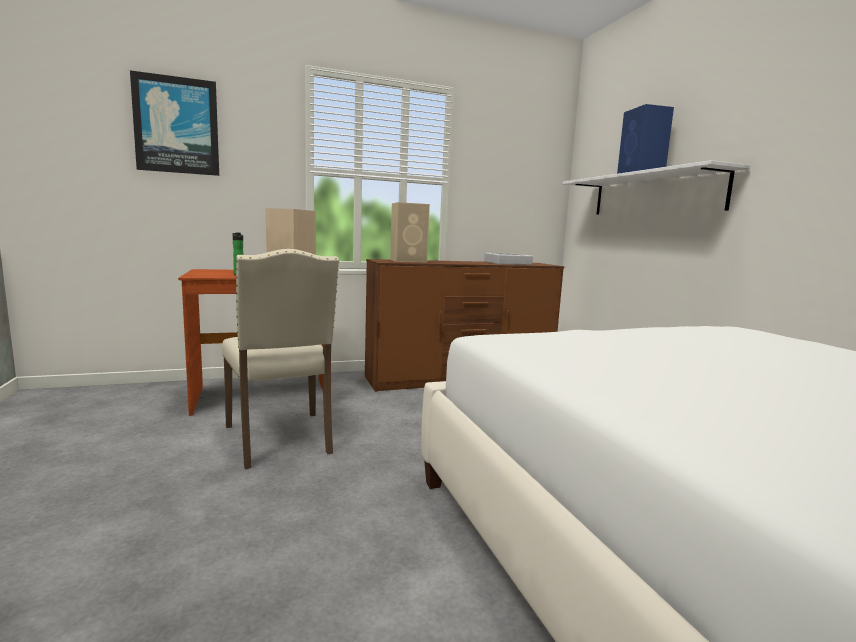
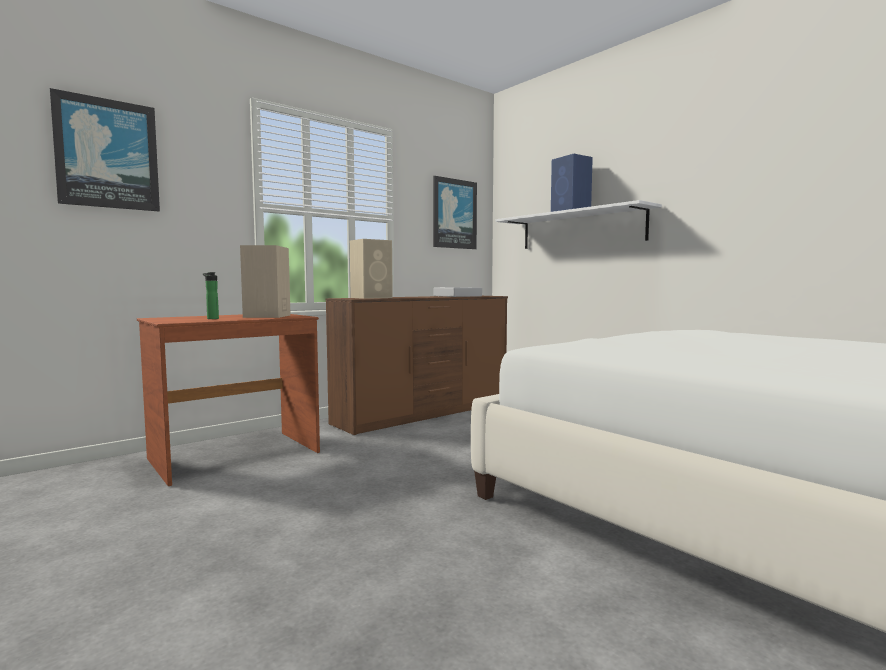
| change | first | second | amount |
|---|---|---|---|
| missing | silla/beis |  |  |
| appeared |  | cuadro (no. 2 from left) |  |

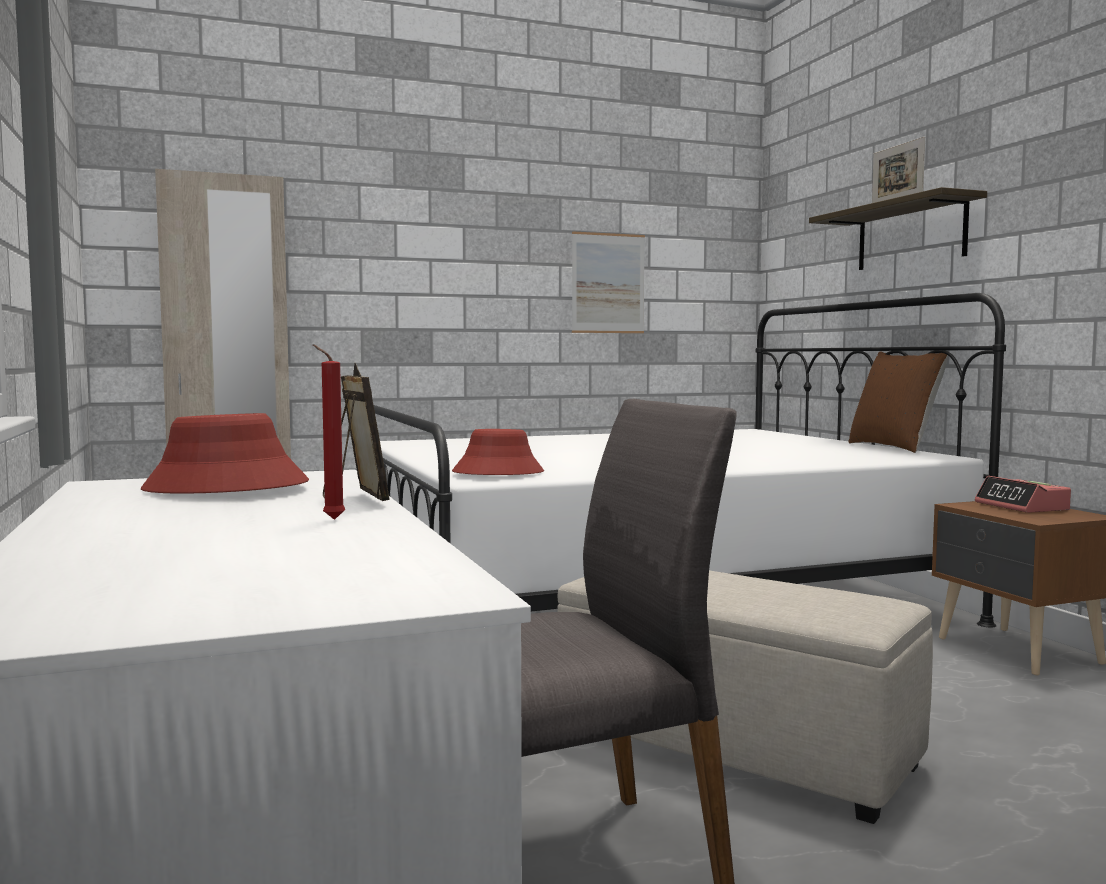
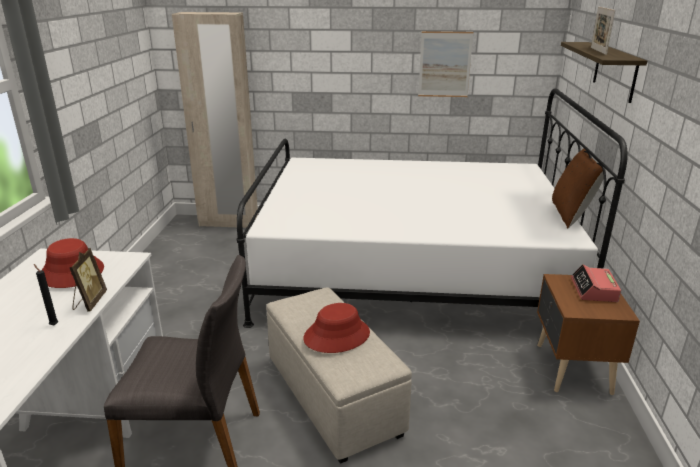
| change | first | second | amount |
|---|---|---|---|
| colour | vela/rojo | vela/negro |  |
| relocated | sombrero/rojo (no. 2 from left) |  |  |

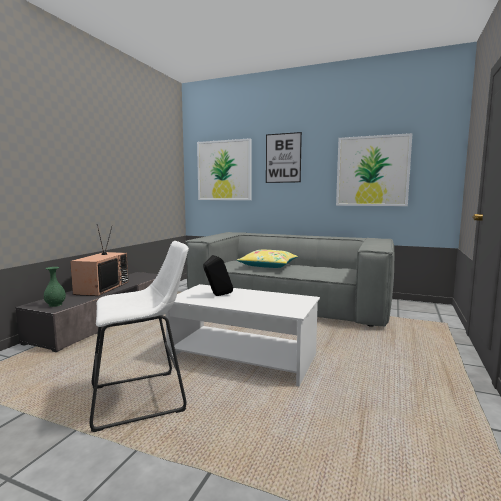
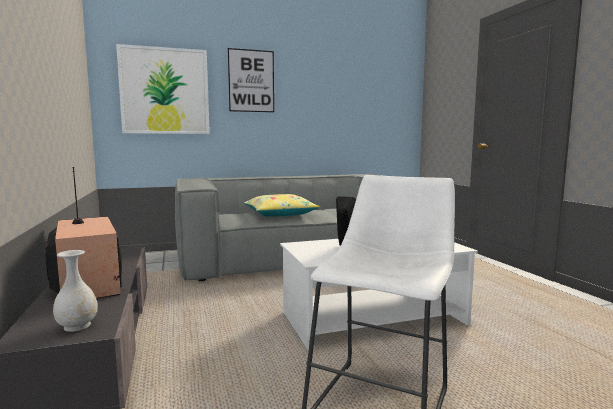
| change | first | second | amount |
|---|---|---|---|
| colour | florero/verde | florero/blanco |  |
| missing | cuadro (no. 3 from left) |  |  |

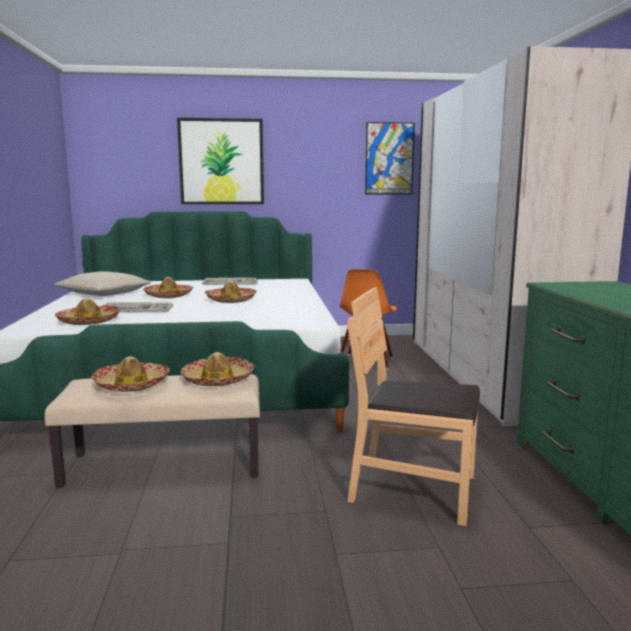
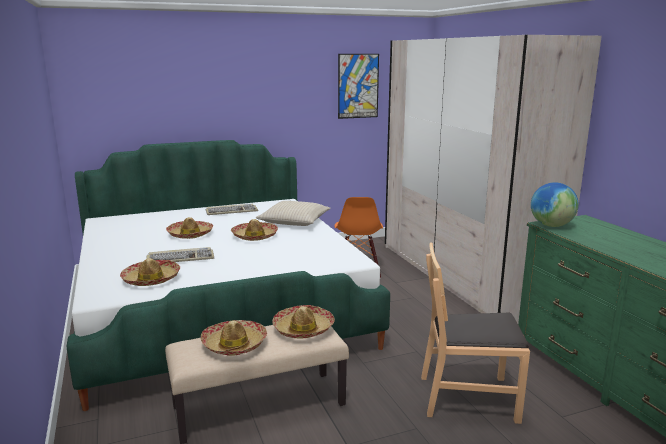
| change | first | second | amount |
|---|---|---|---|
| relocated | cojín/beis |  |  |
| missing | cuadro (no. 1 from left) |  |  |
| appeared |  | globo terráqueo |  |

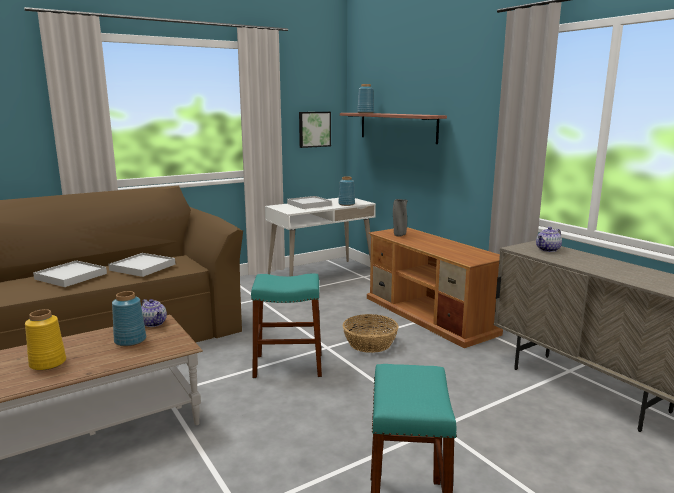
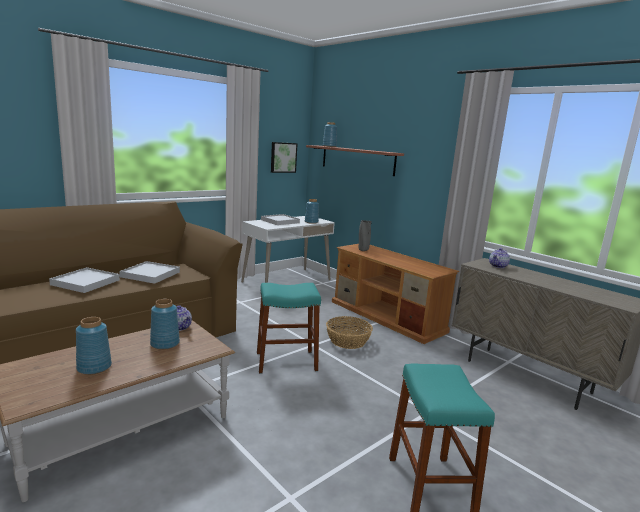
| change | first | second | amount |
|---|---|---|---|
| colour | florero/amarillo | florero/azul (no. 1 from left) |  |

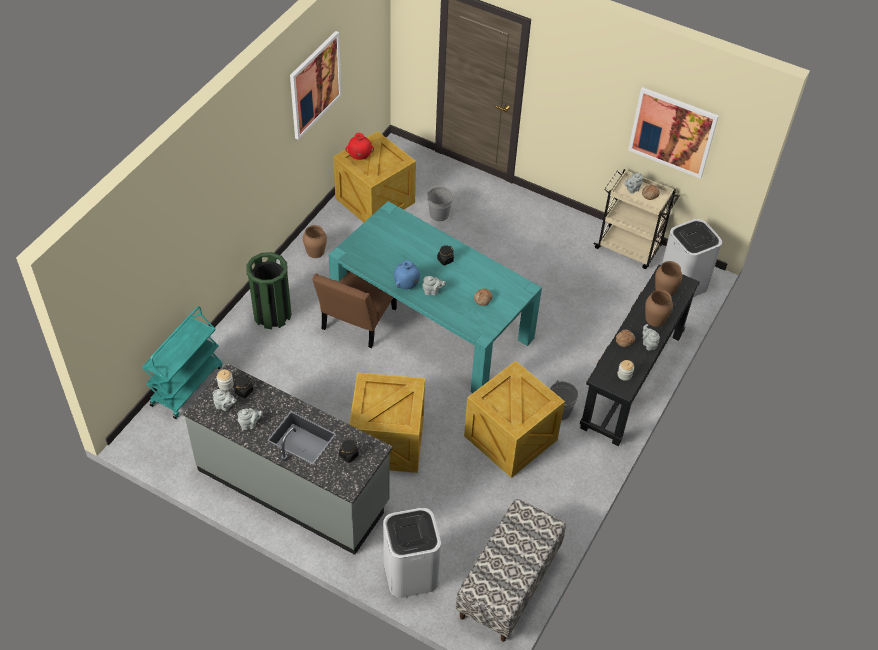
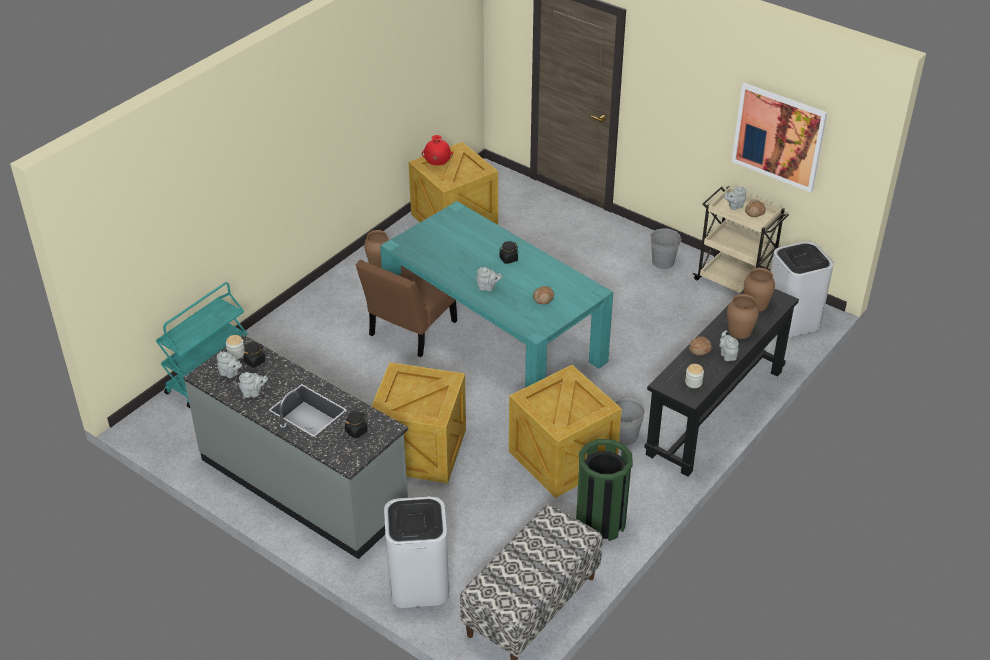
| change | first | second | amount |
|---|---|---|---|
| relocated | papelera/verde |  |  |
| missing | cuadro (no. 1 from left) |  |  |
| missing | florero/azul |  |  |
| relocated | cubo/gris (no. 1 from left in the first image) | cubo/gris (no. 2 from left) |  |

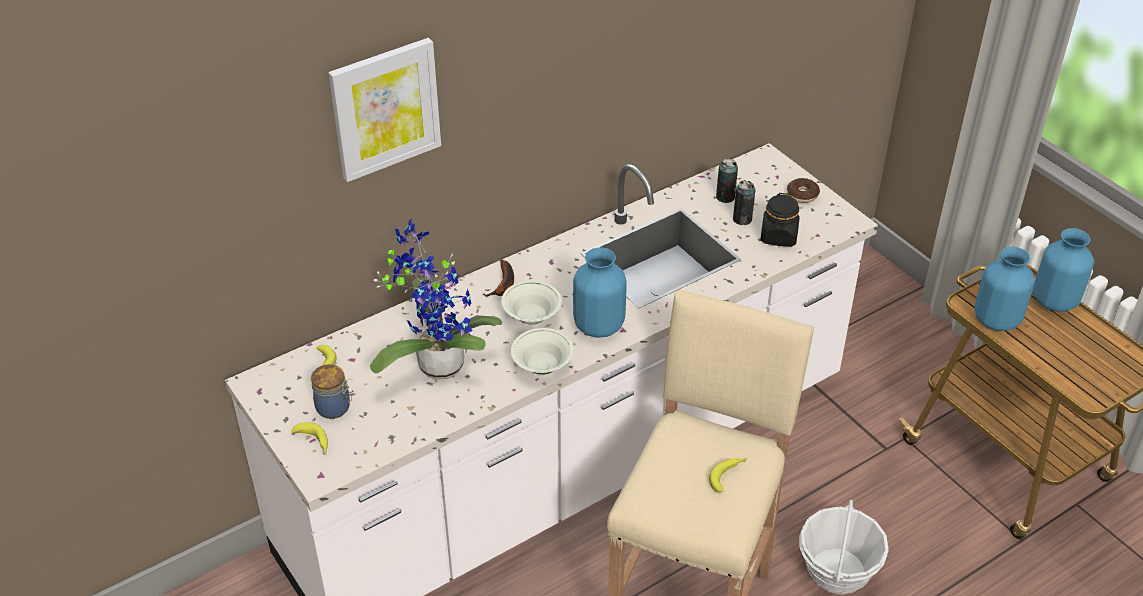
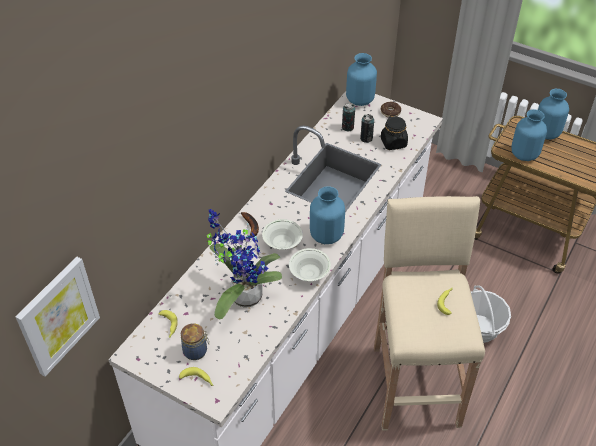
| change | first | second | amount |
|---|---|---|---|
| relocated | cuadro |  |  |
| appeared |  | florero/azul (no. 2 from left) |  |

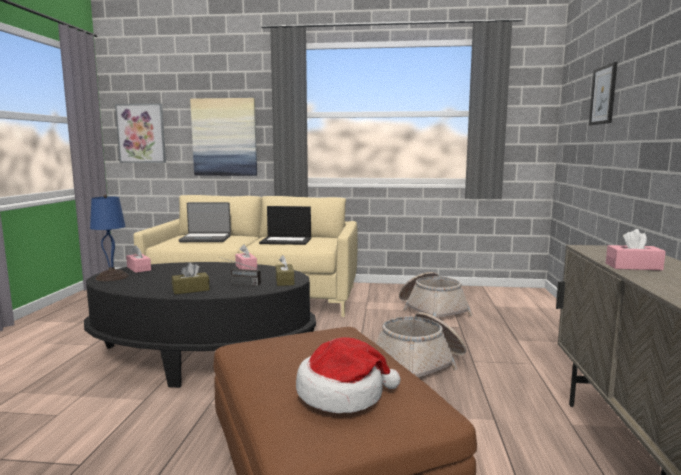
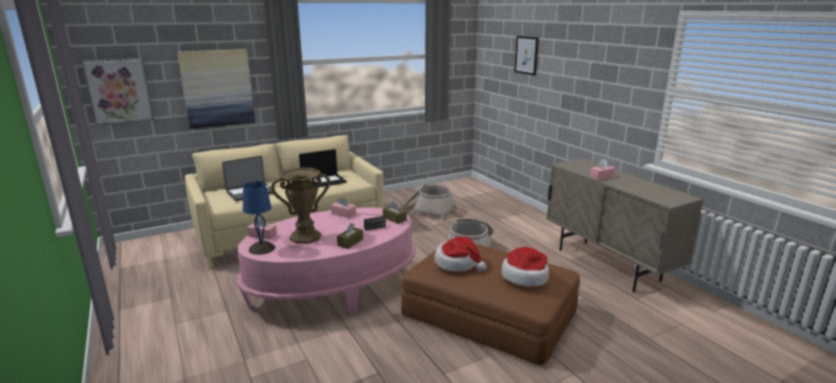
| change | first | second | amount |
|---|---|---|---|
| colour | mesa de centro/negro | mesa de centro/rosa |  |
| appeared |  | florero/marrón |  |
| appeared |  | sombrero (no. 1 from left) |  |

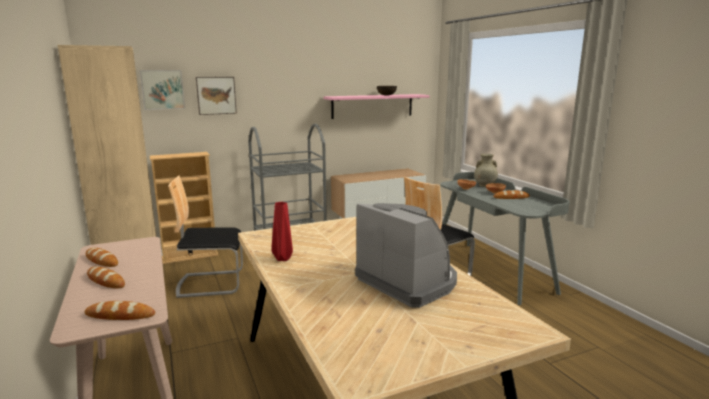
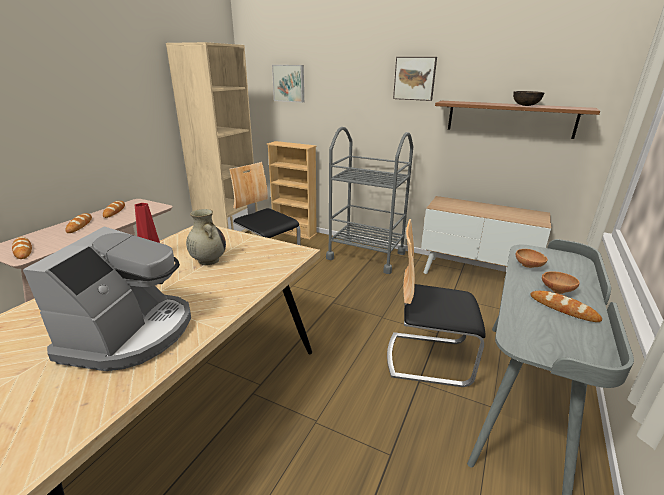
| change | first | second | amount |
|---|---|---|---|
| relocated | cuadro (no. 2 from left) |  |  |
| colour | estante/rosa | estante/marrón |  |
| relocated | florero/beis |  |  |

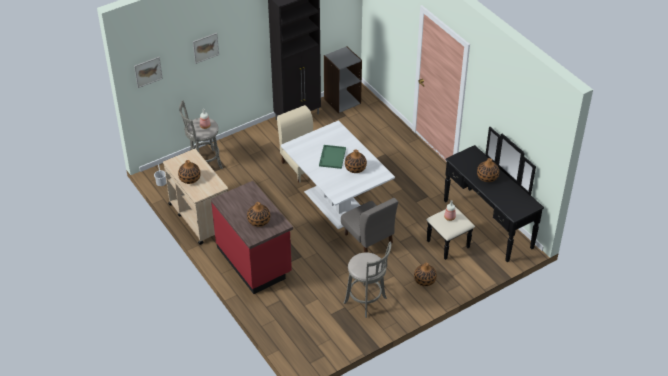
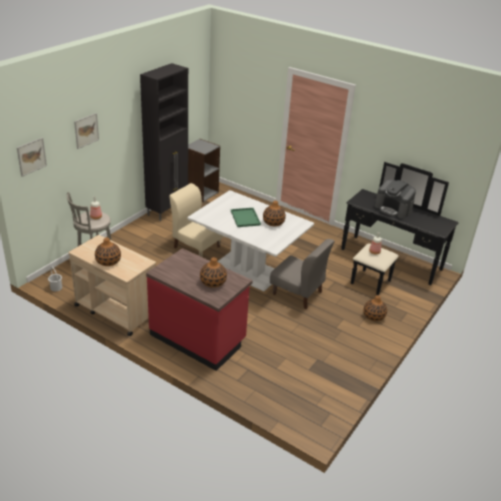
| change | first | second | amount |
|---|---|---|---|
| missing | taburete/gris (no. 2 from left) |  |  |
| exchanged | florero (no. 5 from left) | cafetera |  |

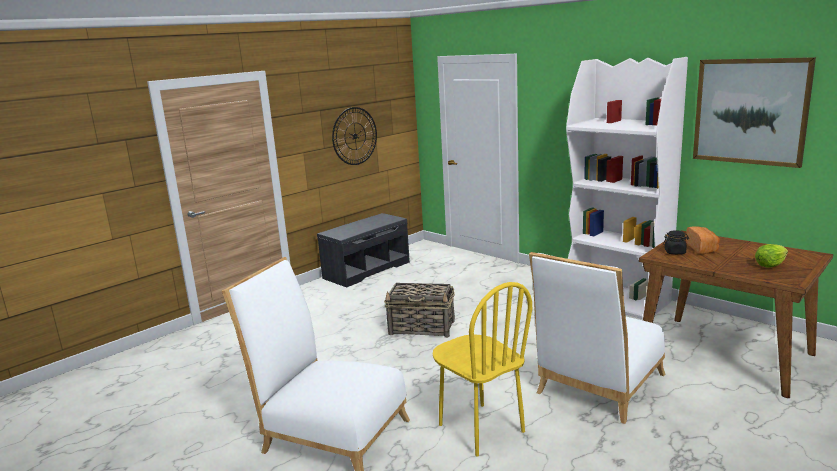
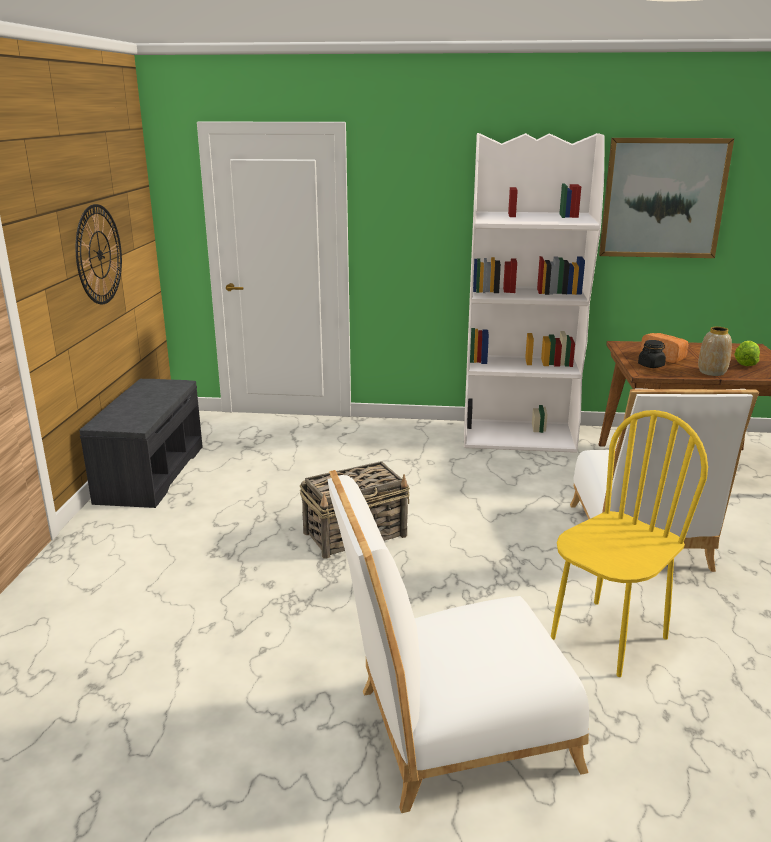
| change | first | second | amount |
|---|---|---|---|
| spun | silla/amarillo |  | 60 degrees counterclockwise |
| appeared |  | florero |  |

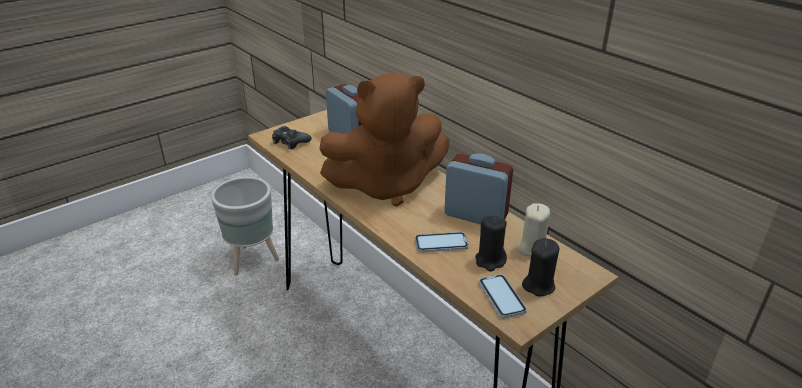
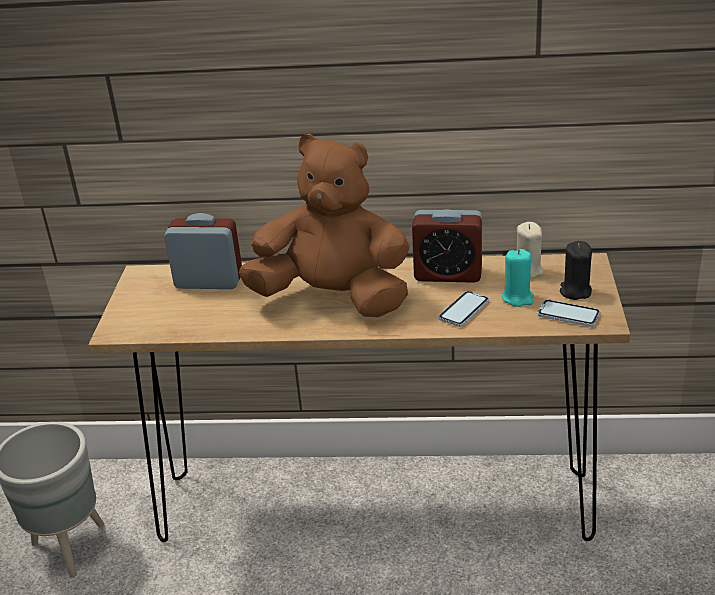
| change | first | second | amount |
|---|---|---|---|
| missing | mando de consola/negro |  |  |
| spun | peluche/marrón |  | 105 degrees counterclockwise |
| spun | despertador (no. 2 from left) |  | 150 degrees counterclockwise |
| colour | vela/negro (no. 1 from left) | vela/turquesa |  |

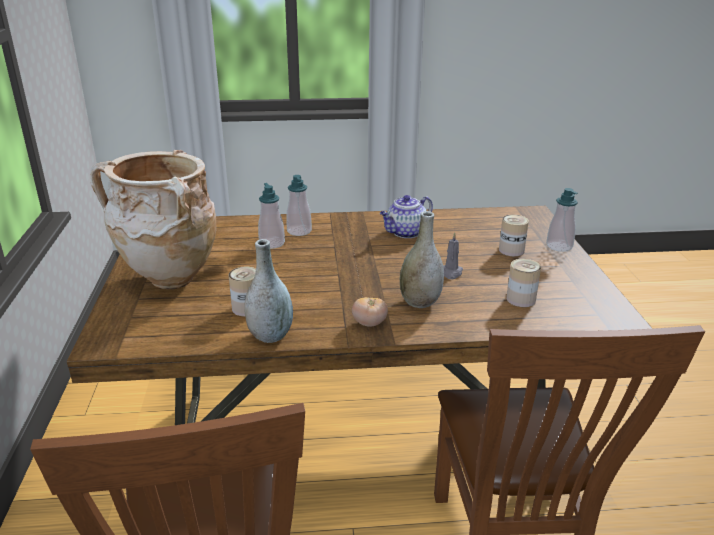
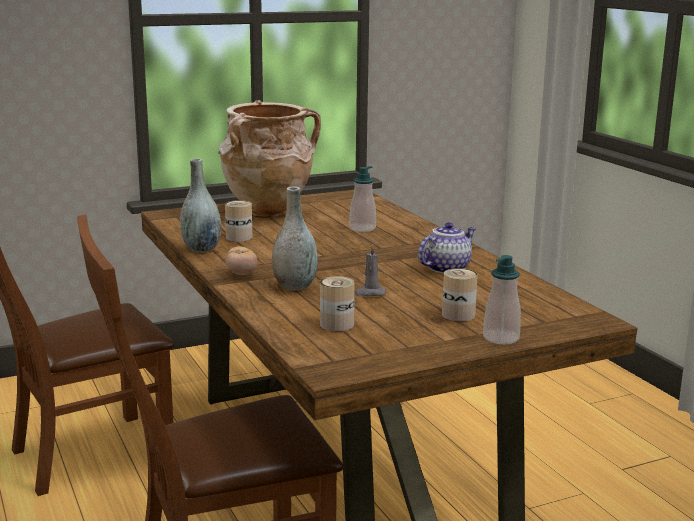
| change | first | second | amount |
|---|---|---|---|
| missing | dispensador de jabón (no. 2 from left) |  |  |
| spun | tetera |  | 105 degrees clockwise |

